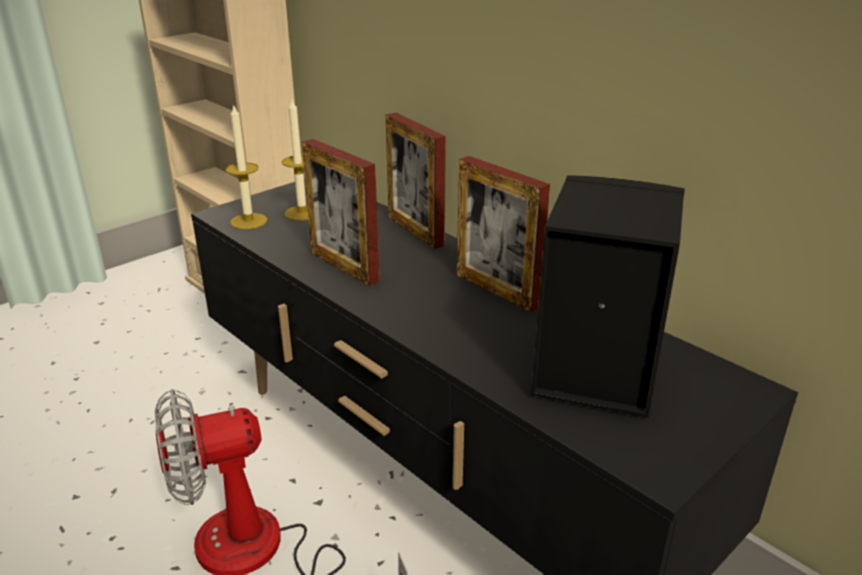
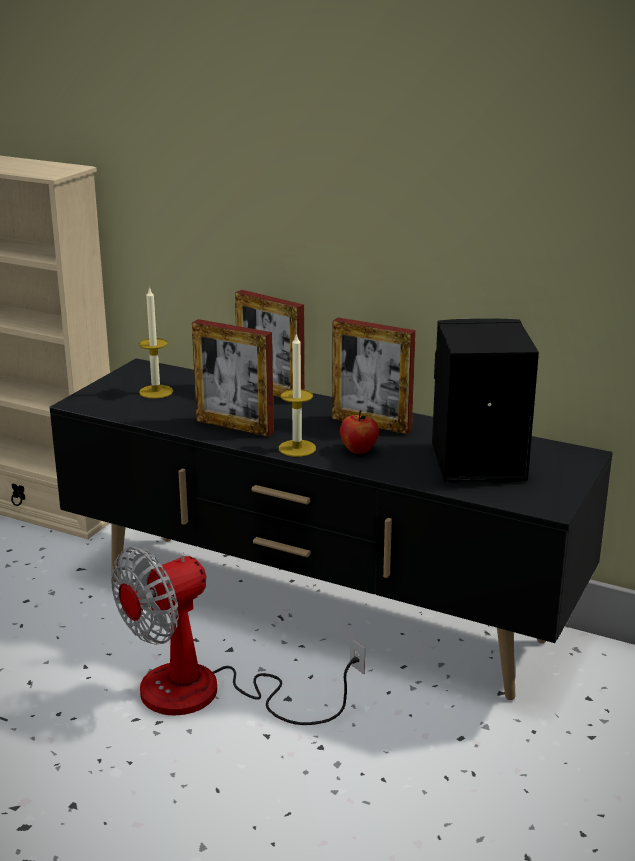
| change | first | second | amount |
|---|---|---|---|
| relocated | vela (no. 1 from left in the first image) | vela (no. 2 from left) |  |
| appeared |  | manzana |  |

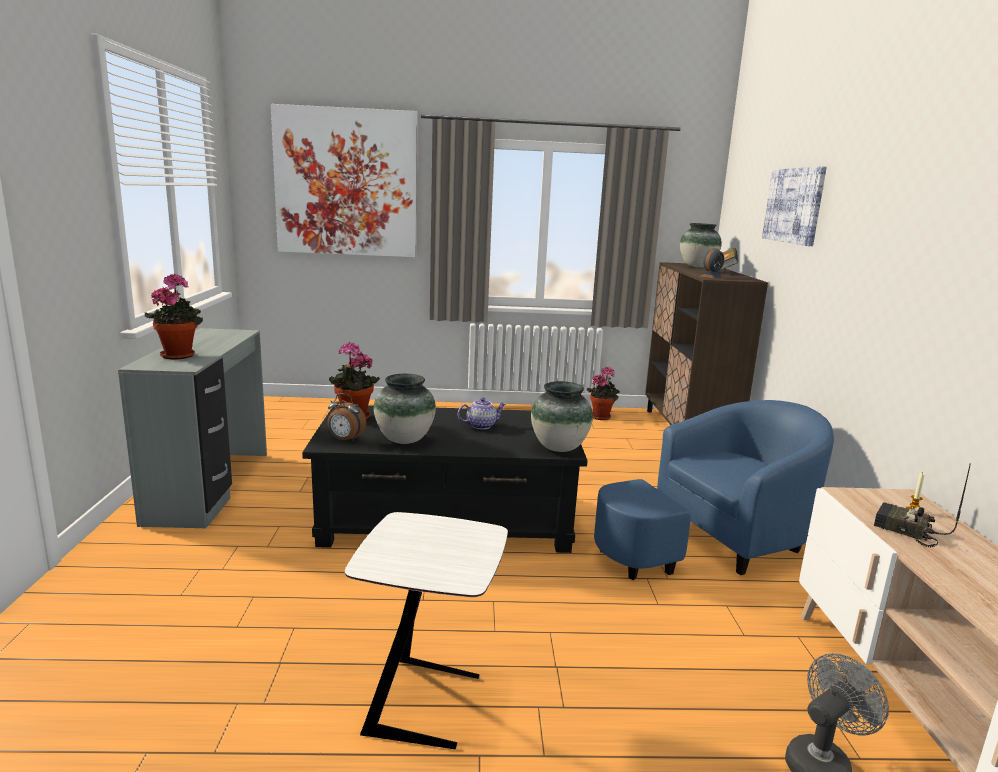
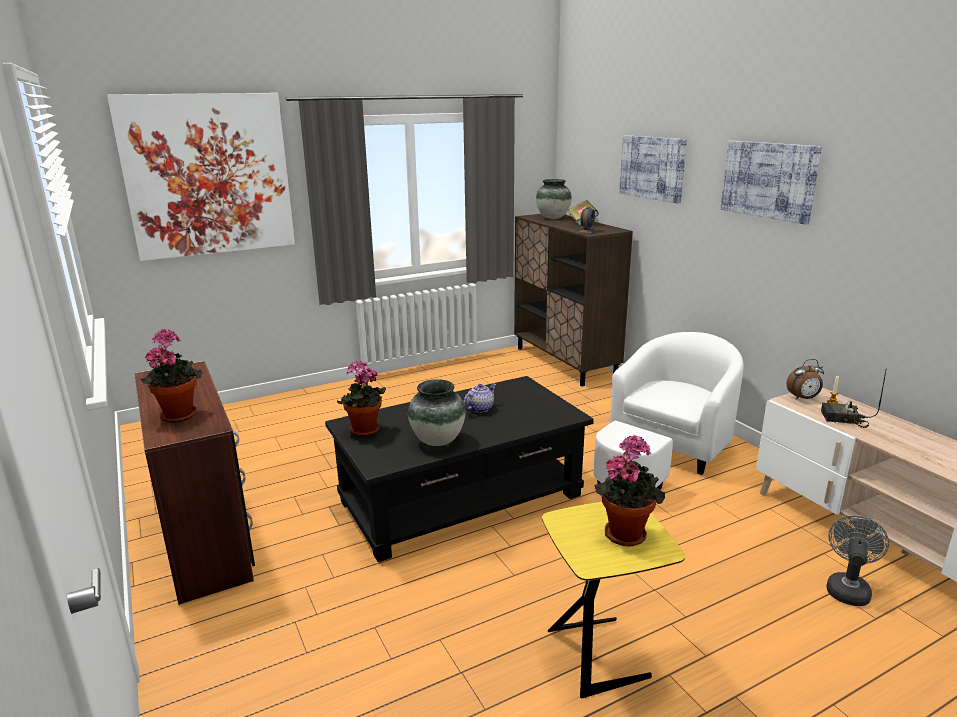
| change | first | second | amount |
|---|---|---|---|
| colour | escritorio/gris | escritorio/marrón |  |
| relocated | despertador (no. 1 from left in the first image) | despertador (no. 2 from left) |  |
| colour | mesa auxiliar/blanco | mesa auxiliar/amarillo |  |
| missing | florero (no. 2 from left) |  |  |
| relocated | planta en maceta (no. 3 from left) |  |  |
| colour | sillón/azul | sillón/blanco |  |
| appeared |  | cuadro (no. 3 from left) |  |

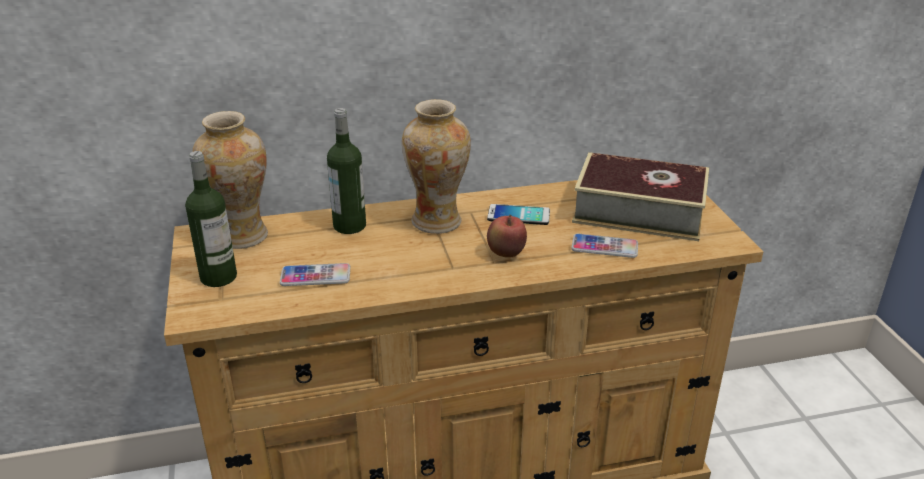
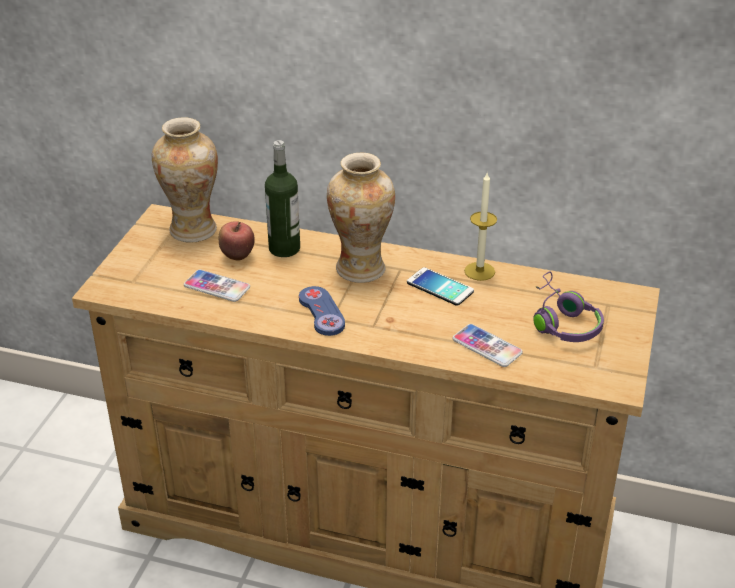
| change | first | second | amount |
|---|---|---|---|
| missing | botella (no. 1 from left) |  |  |
| relocated | manzana |  |  |
| exchanged | libro | auriculares/morado |  |
| appeared |  | mando de consola/azul |  |
| appeared |  | vela |  |

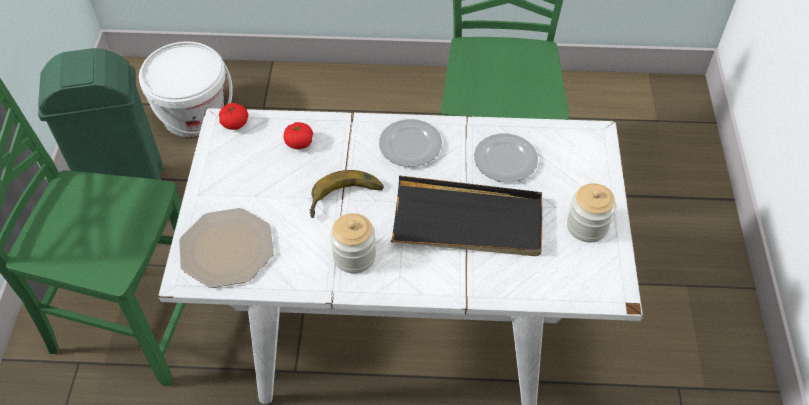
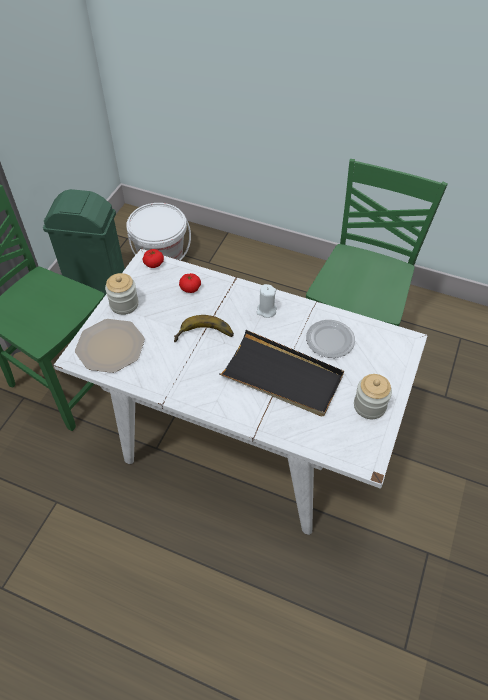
| change | first | second | amount |
|---|---|---|---|
| relocated | tarro (no. 1 from left) |  |  |
| exchanged | plato (no. 2 from left) | vela/blanco |  |

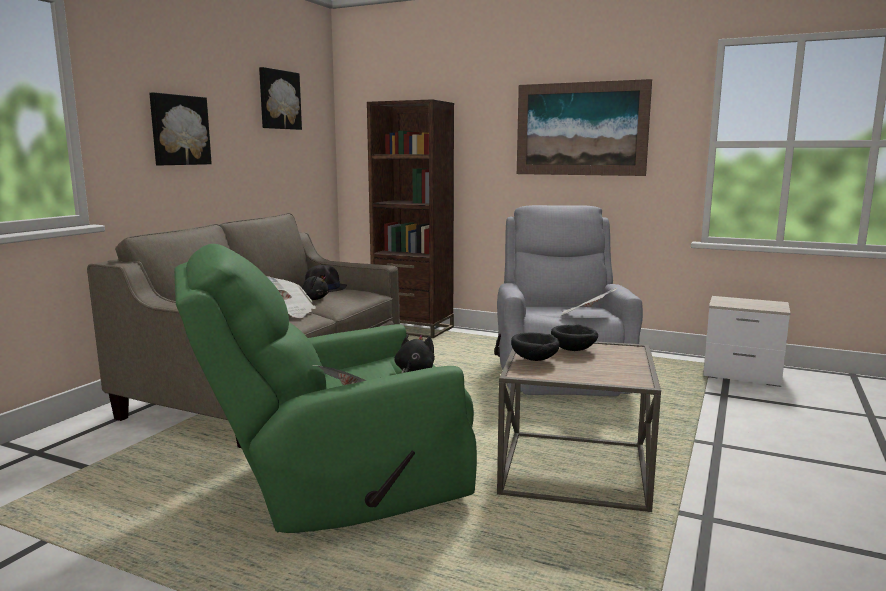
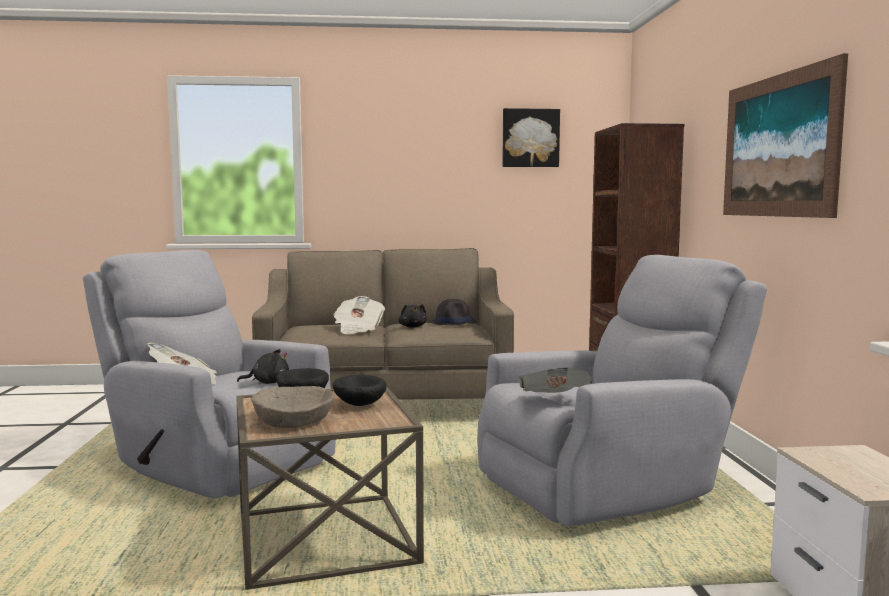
| change | first | second | amount |
|---|---|---|---|
| missing | cuadro (no. 1 from left) |  |  |
| colour | sillón/verde | sillón/gris (no. 1 from left) |  |
| appeared |  | cuenco/beis |  |

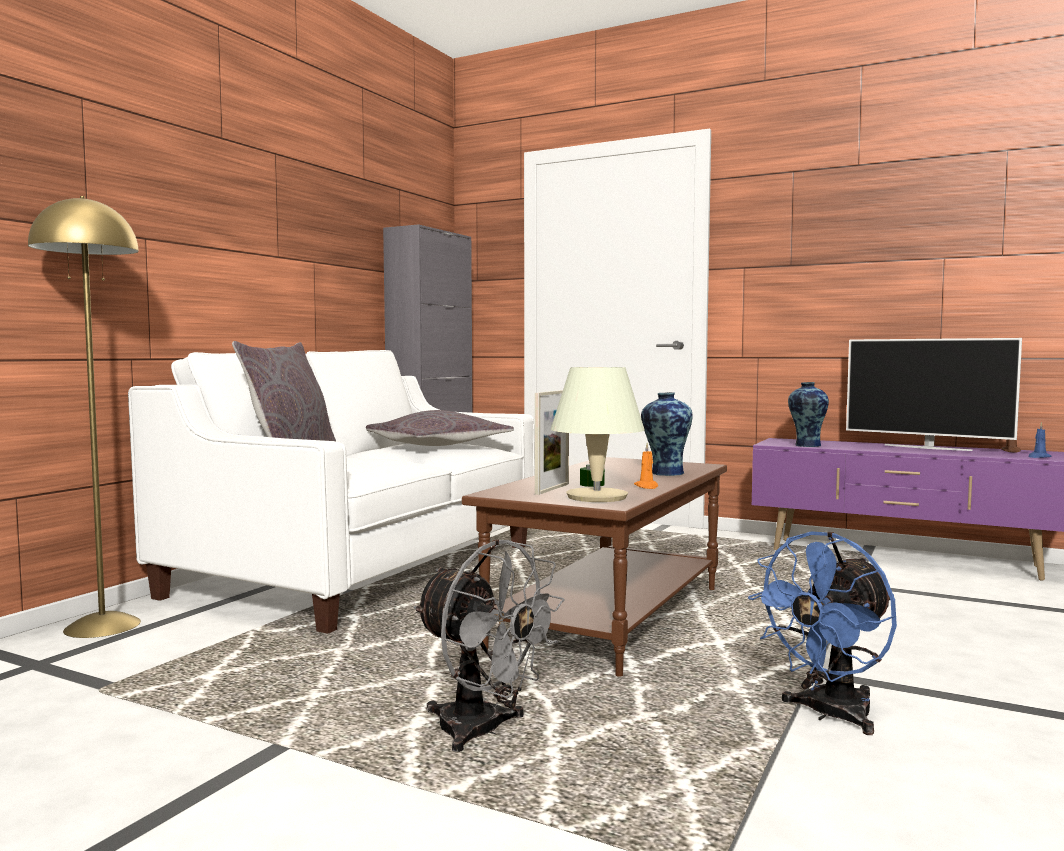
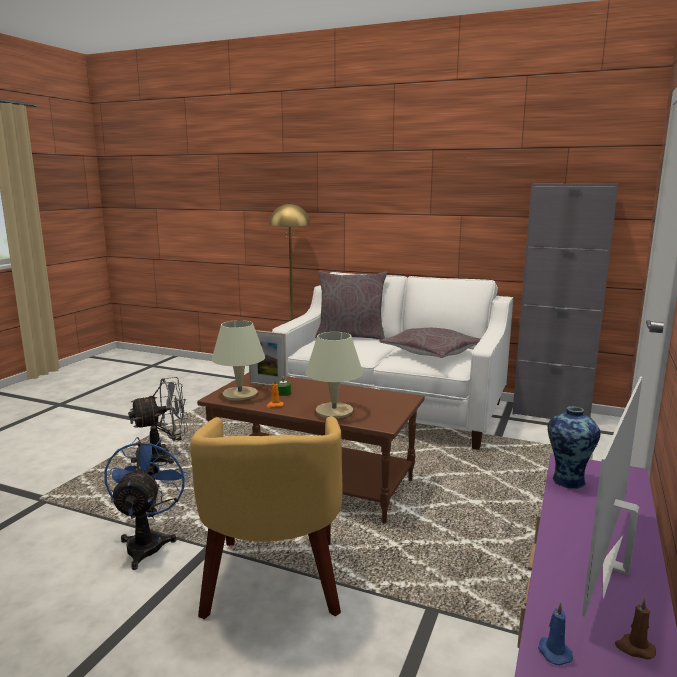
| change | first | second | amount |
|---|---|---|---|
| spun | ventilador/gris |  | 150 degrees counterclockwise |
| exchanged | florero (no. 1 from left) | lámpara de mesa/beis (no. 2 from left) |  |
| spun | ventilador/azul |  | 45 degrees clockwise |
| appeared |  | sillón/amarillo |  |

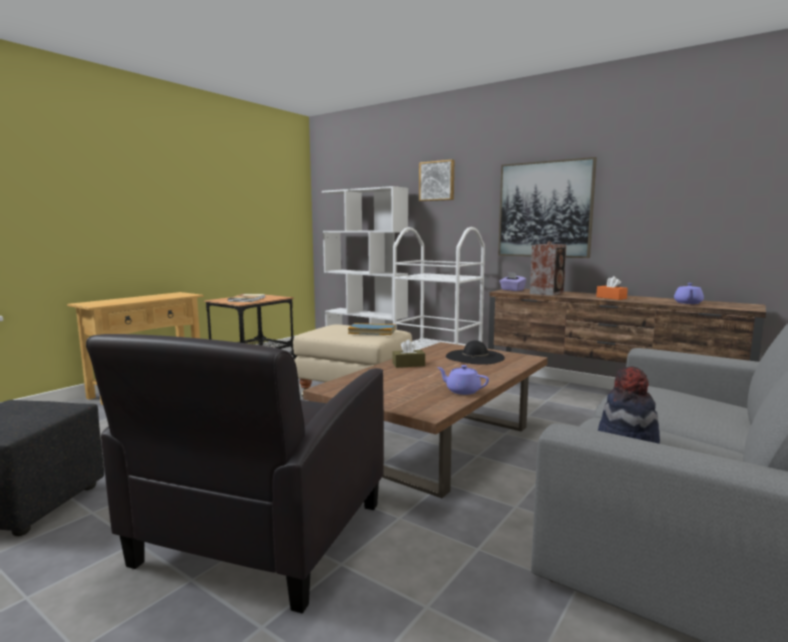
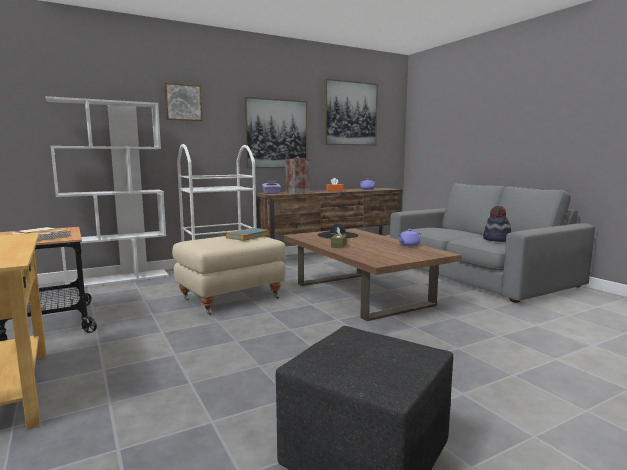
| change | first | second | amount |
|---|---|---|---|
| missing | sillón/negro |  |  |
| appeared |  | cuadro (no. 3 from left) |  |

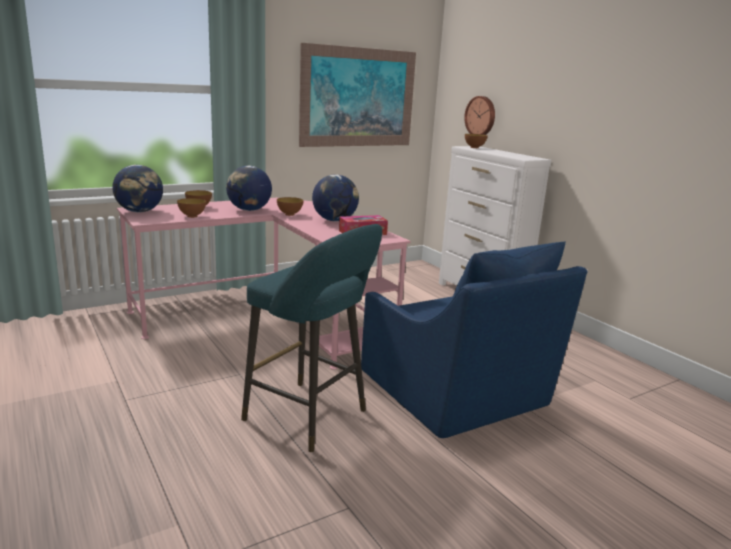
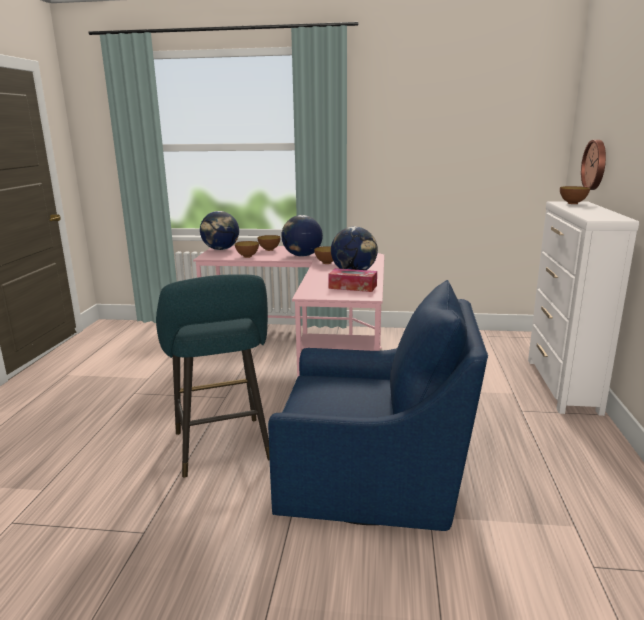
| change | first | second | amount |
|---|---|---|---|
| missing | cuadro |  |  |
| spun | sillón/azul |  | 90 degrees counterclockwise |

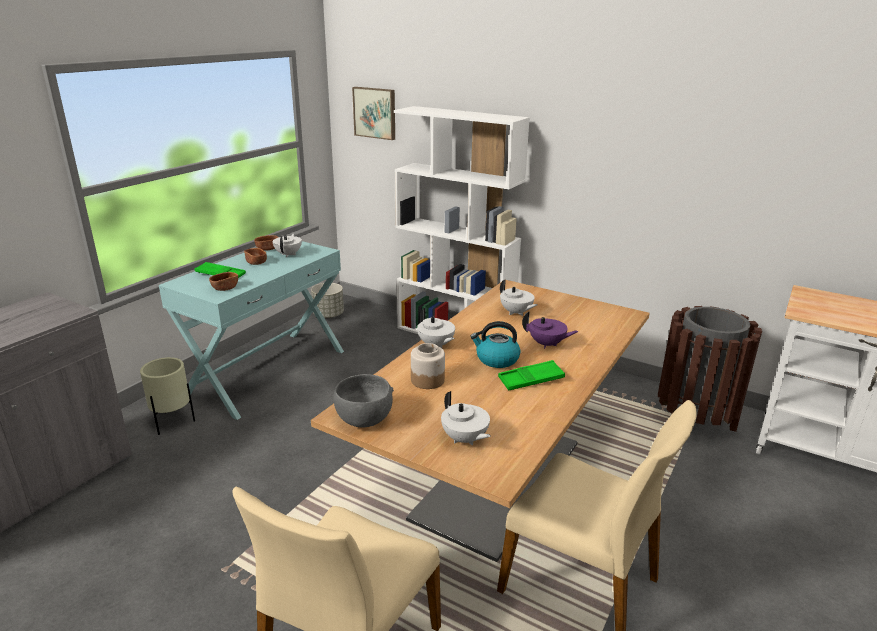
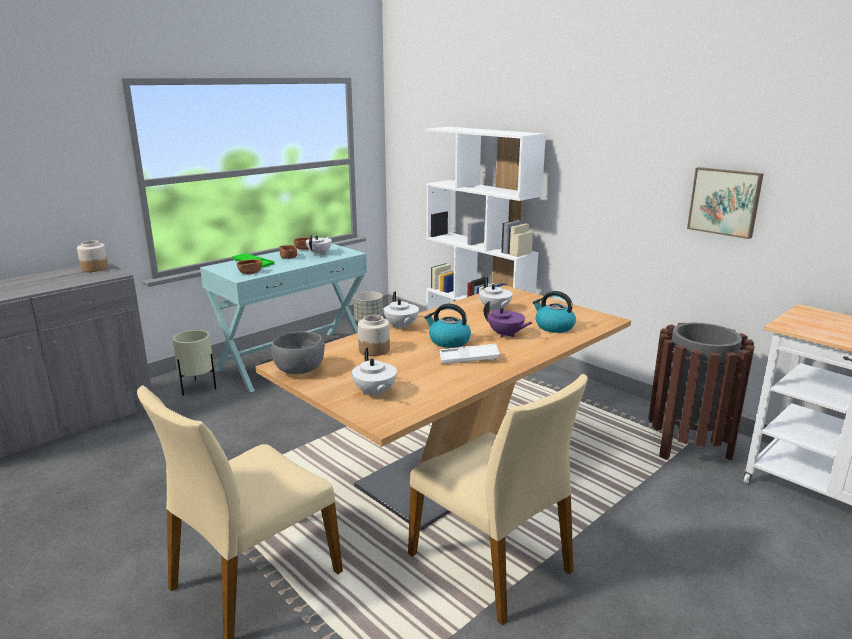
| change | first | second | amount |
|---|---|---|---|
| relocated | cuadro |  |  |
| colour | bandeja/verde (no. 2 from left) | bandeja/blanco |  |
| appeared |  | tarro (no. 1 from left) |  |
| appeared |  | hervidor (no. 2 from left) |  |

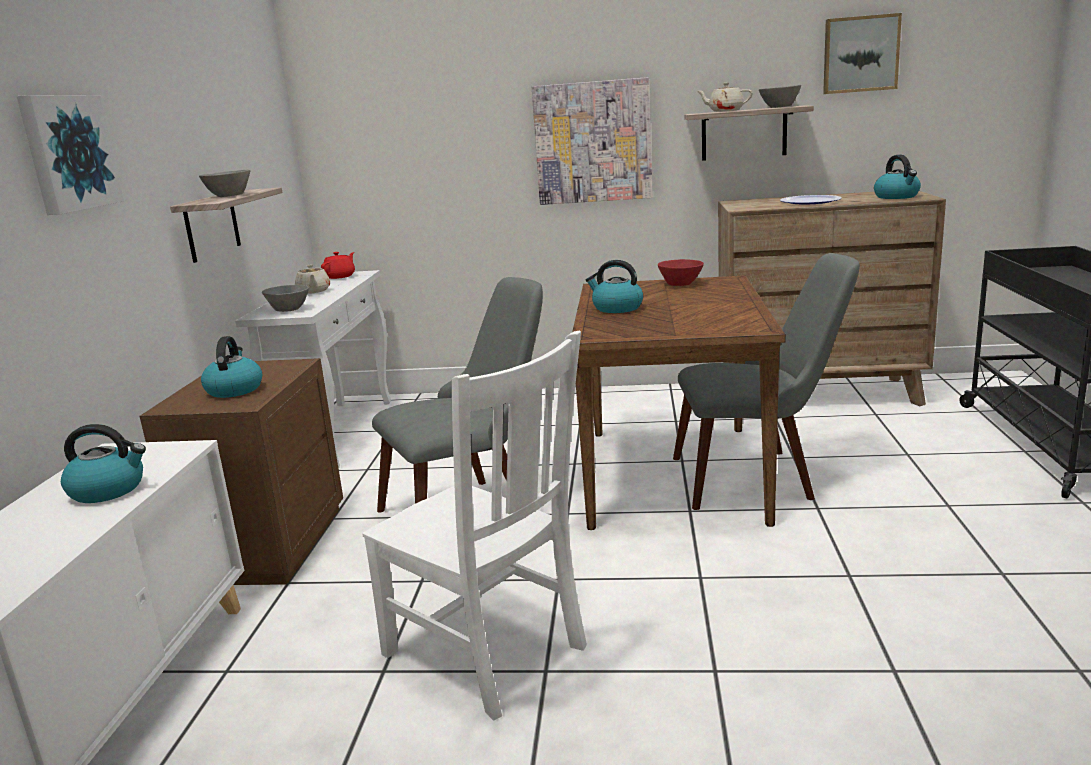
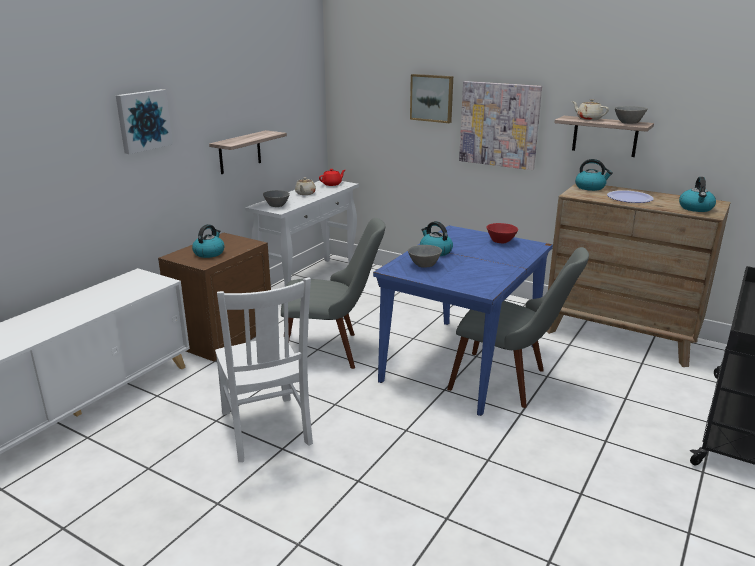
| change | first | second | amount |
|---|---|---|---|
| relocated | hervidor (no. 1 from left in the first image) | hervidor (no. 3 from left) |  |
| relocated | cuenco/gris (no. 1 from left in the first image) | cuenco/gris (no. 2 from left) |  |
| colour | mesa de comedor/marrón | mesa de comedor/azul |  |
| relocated | cuadro (no. 3 from left in the first image) | cuadro (no. 2 from left) |  |

